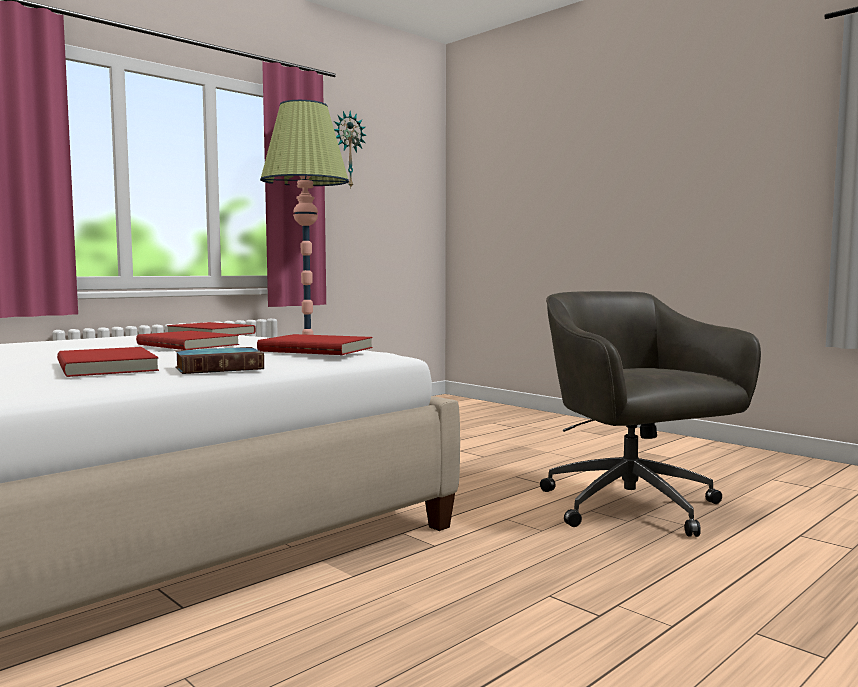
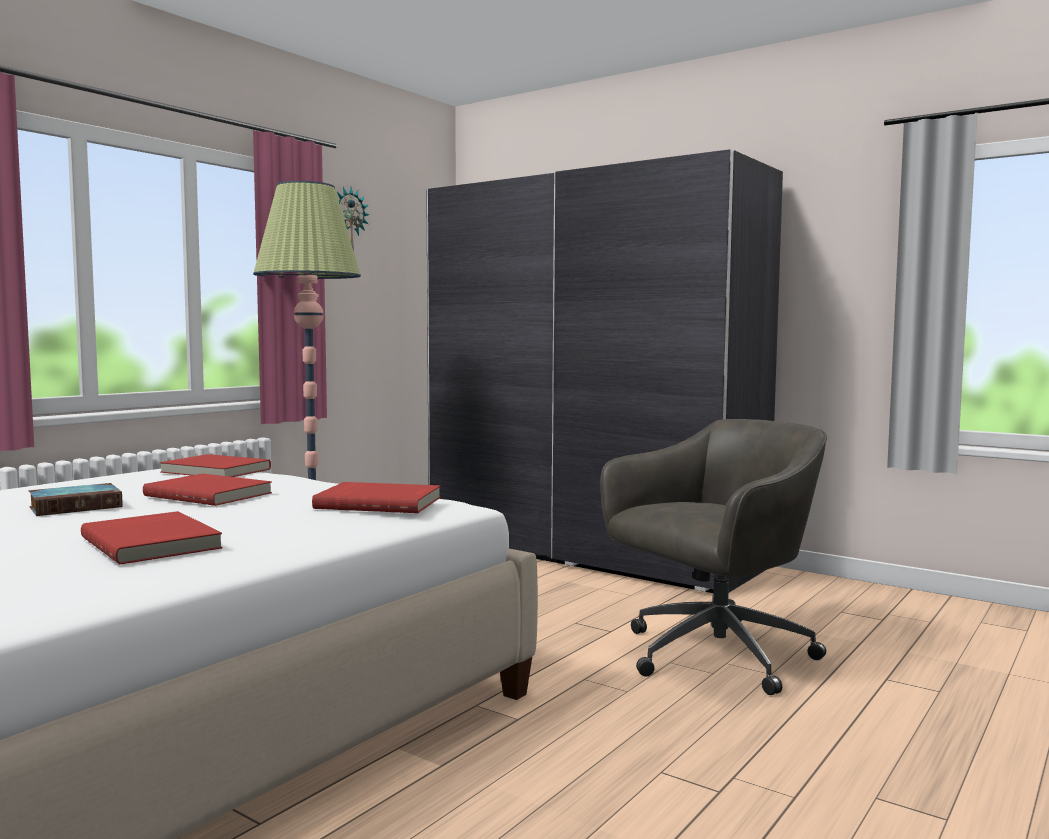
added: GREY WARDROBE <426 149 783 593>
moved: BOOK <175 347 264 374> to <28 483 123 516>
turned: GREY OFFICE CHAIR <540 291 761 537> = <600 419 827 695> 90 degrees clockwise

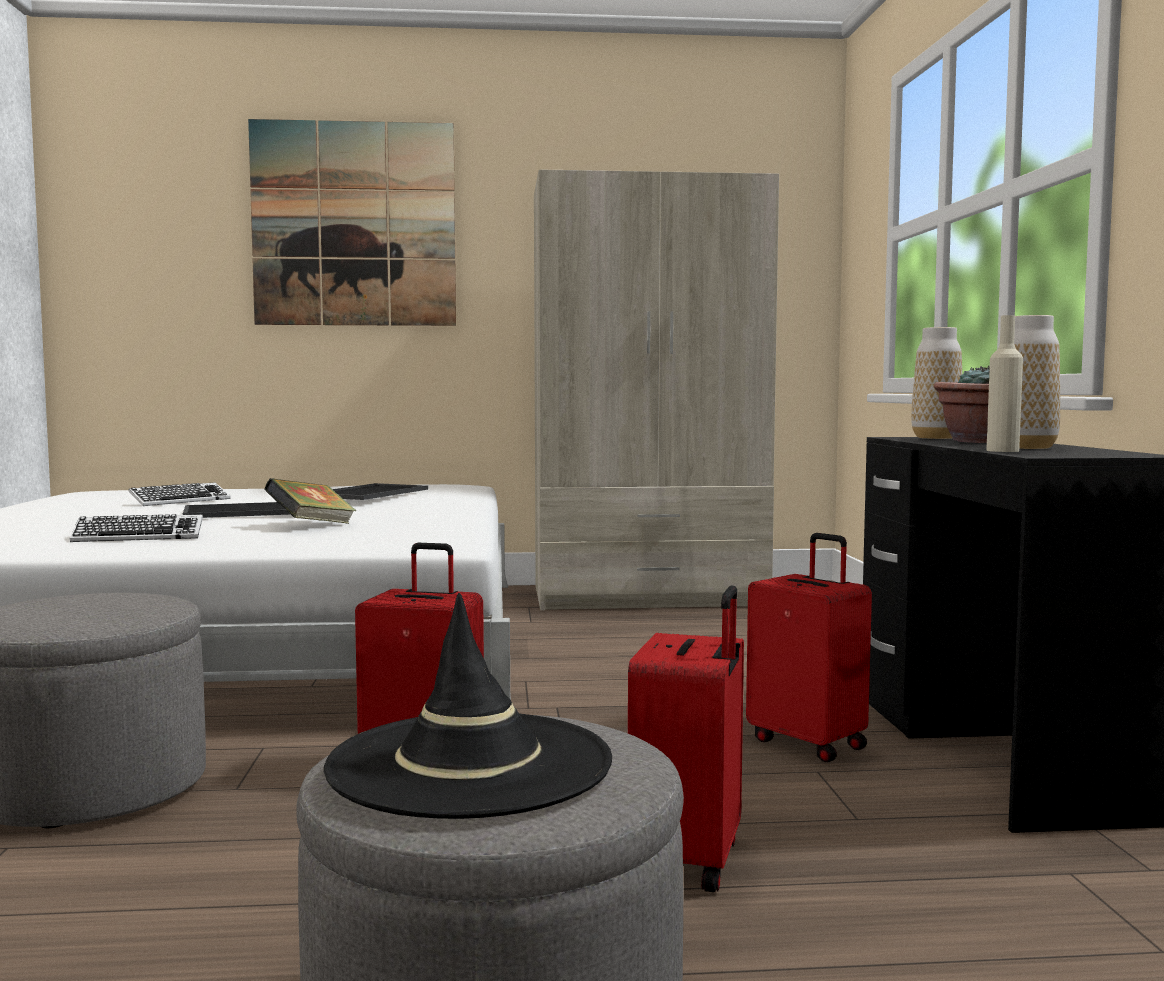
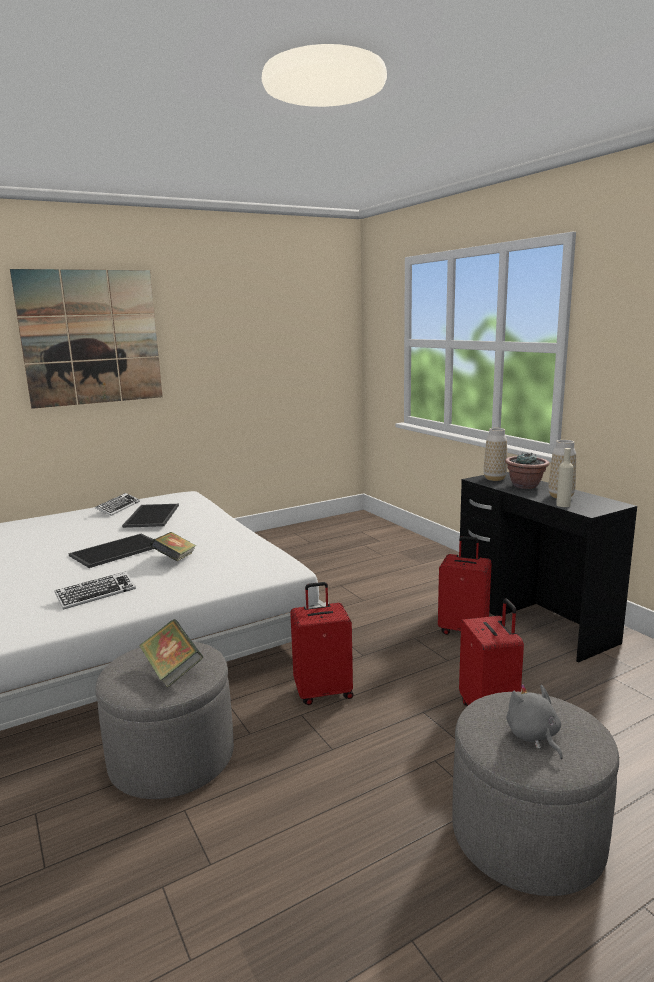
removed: BEIGE WARDROBE <534 169 779 611>
added: BOOK <139 619 203 688>
moved: KEYBOARD <128 482 231 506> to <95 493 140 516>
replaced: BLACK HAT <324 593 612 819> to GREY PLUSH TOY <506 684 562 759>

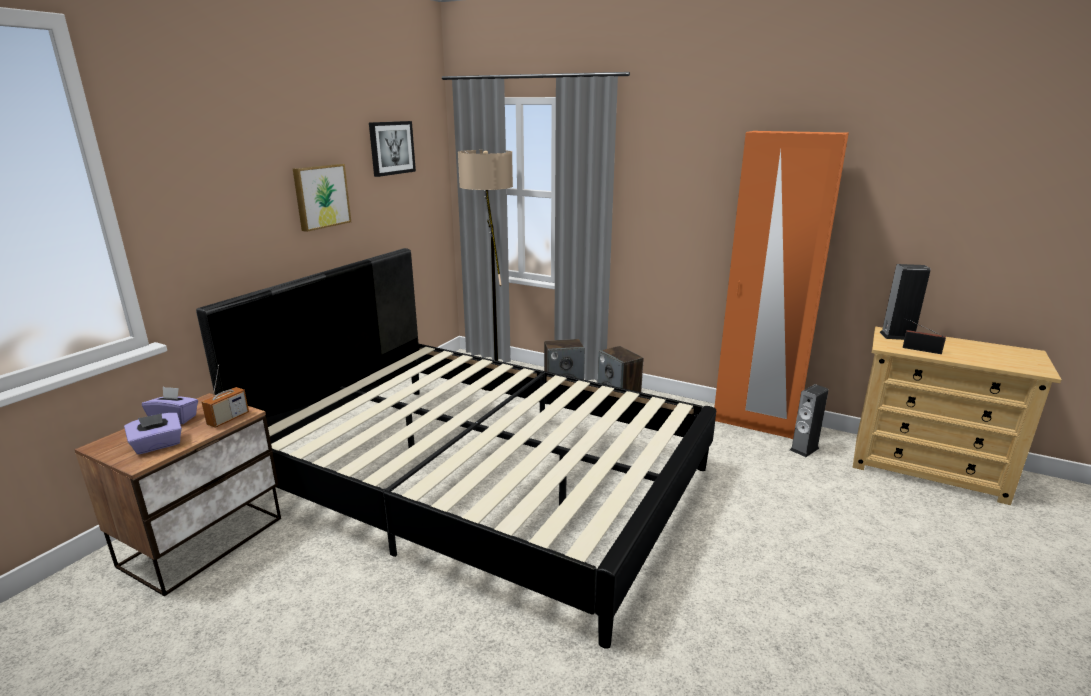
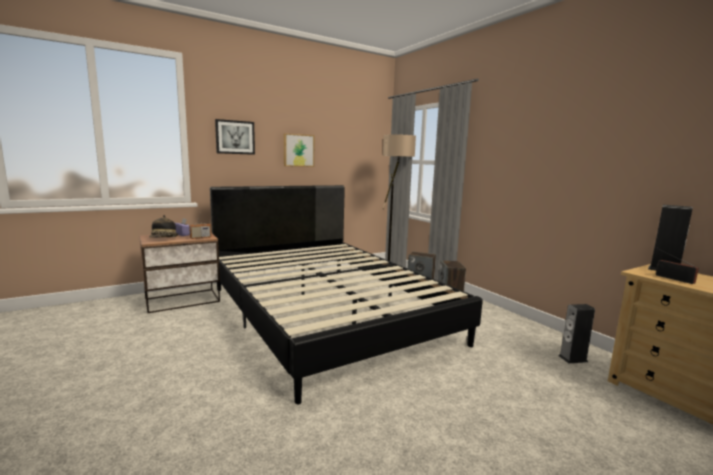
removed: ORANGE WARDROBE <714 131 849 439>
moved: PICTURE <369 121 416 177> to <215 119 255 155>
replaced: PURPLE TISSUE BOX <124 413 182 455> to HAT <149 215 178 238>

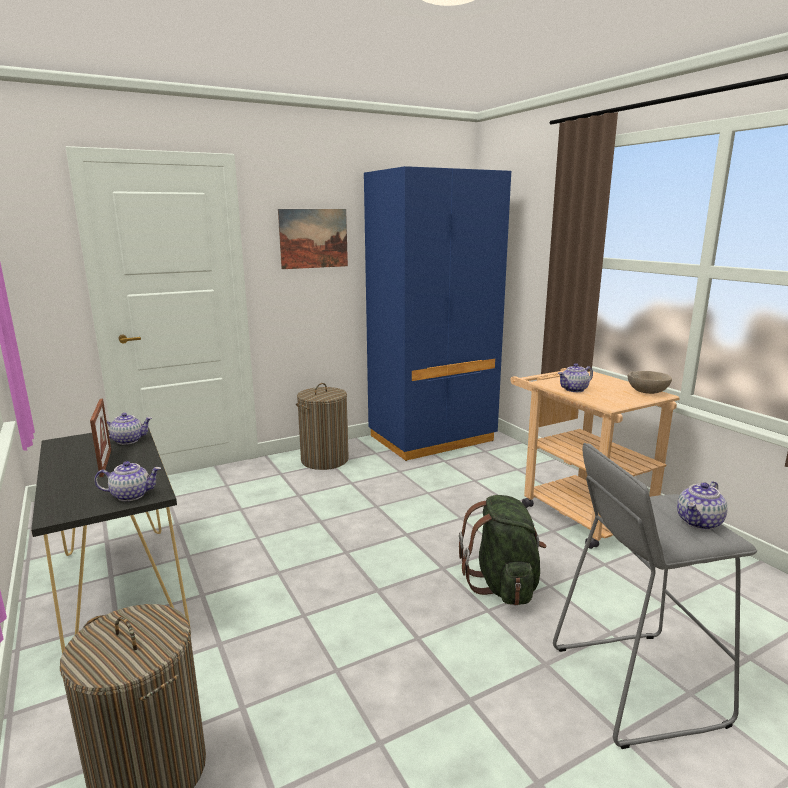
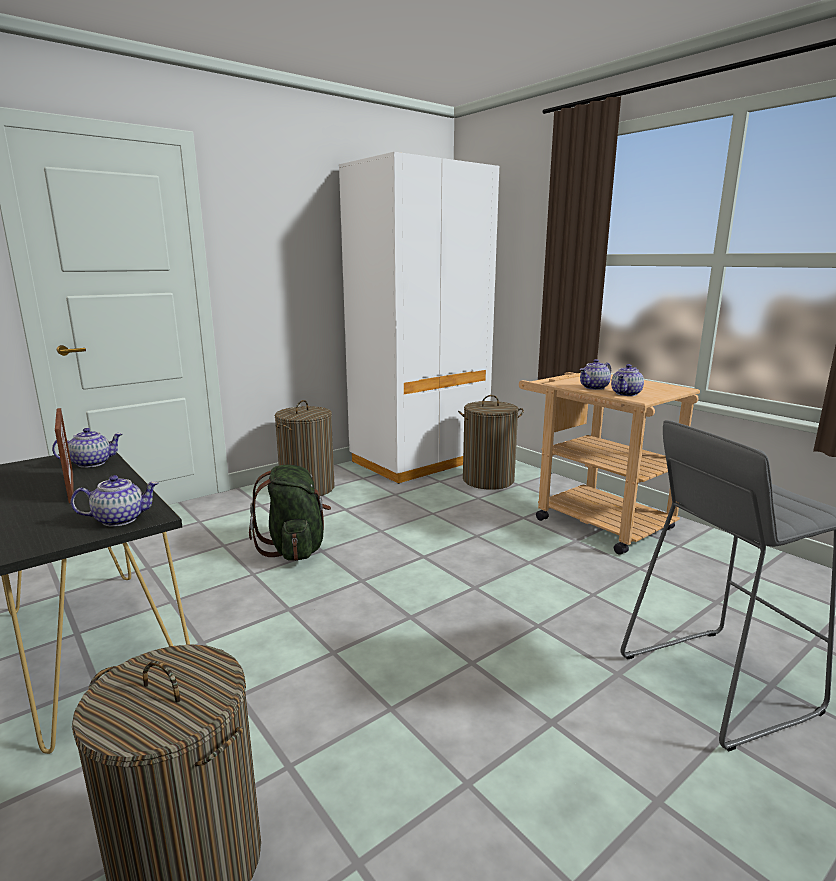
removed: PICTURE <278 209 348 269>; BEIGE BOWL <628 371 672 394>
added: LAUNDRY BASKET <458 395 524 490>
moved: GREEN BACKPACK <459 495 547 606> to <249 465 331 561>; TEAPOT <677 481 728 530> to <611 364 644 396>
recoloured: BLUE WARDROBE <364 166 511 461> to WHITE WARDROBE <339 152 499 484>

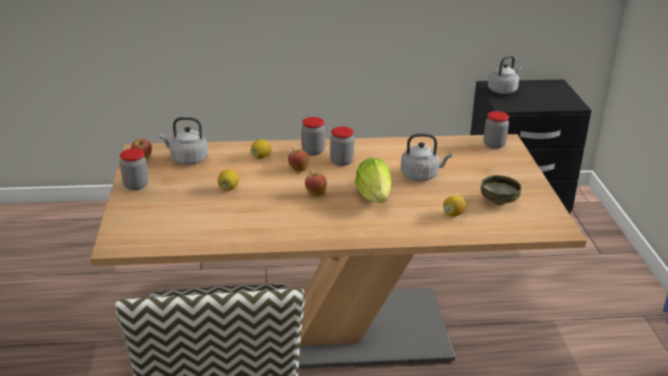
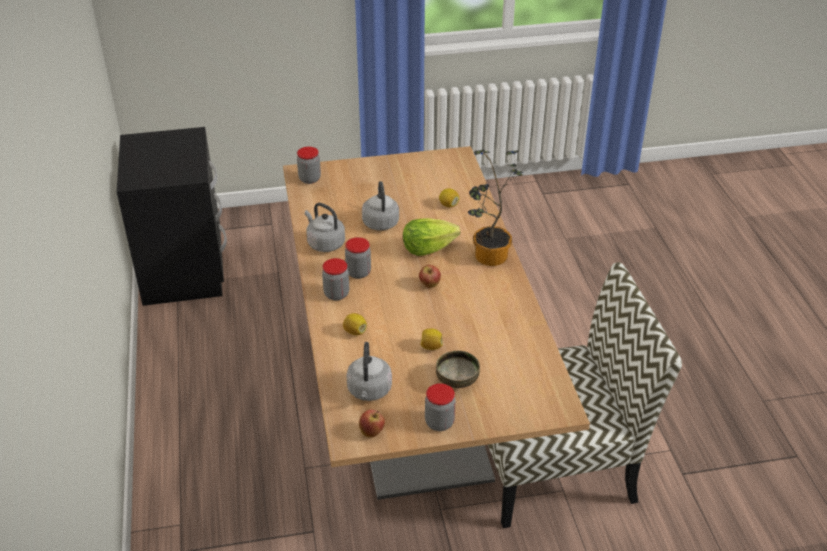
removed: APPLE <288 148 309 172>
added: POTTED PLANT <468 150 524 266>
moved: BOWL <481 175 521 205> to <436 351 480 388>; GREY KETTLE <488 55 522 94> to <305 203 345 252>

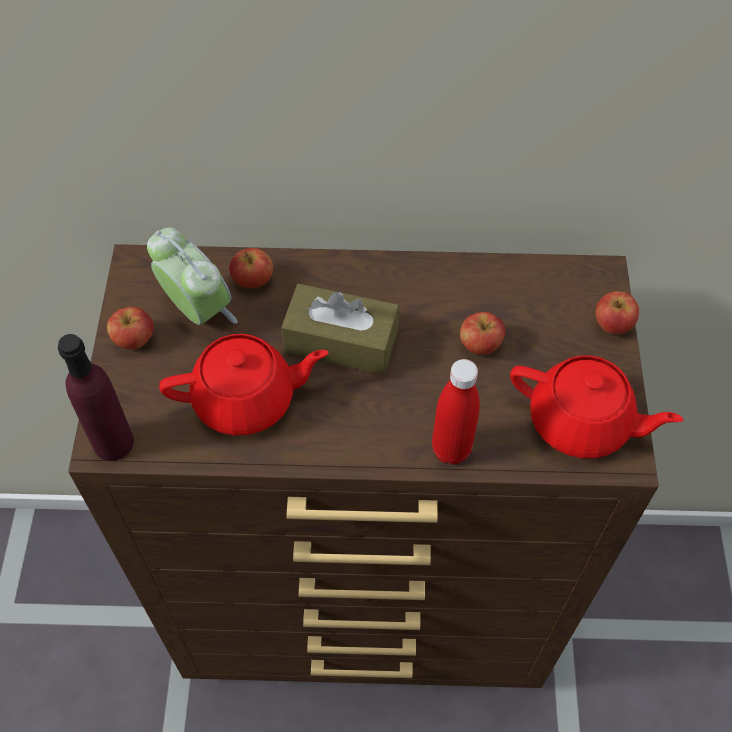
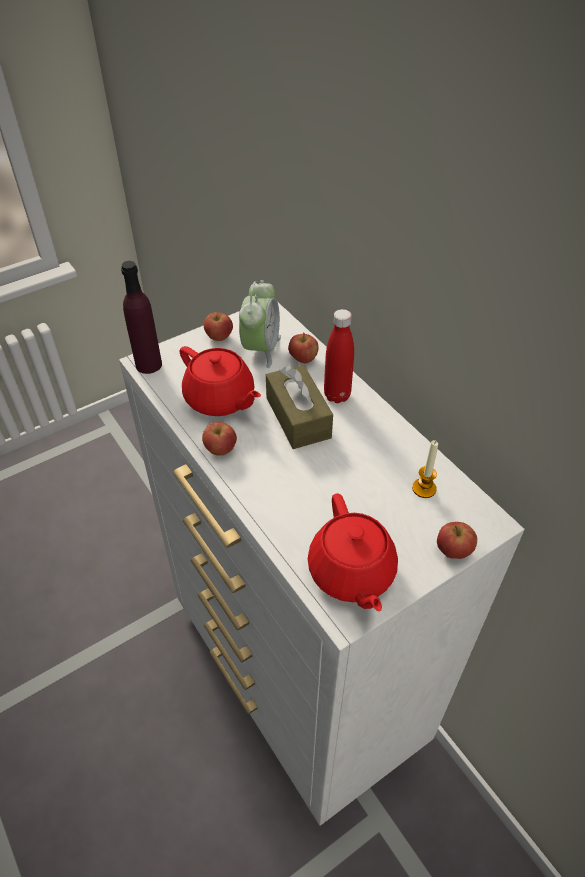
added: CANDLE <412 440 438 498>
moved: RED BOTTLE <432 359 480 465> to <324 309 354 403>; APPLE <460 312 505 355> to <202 422 237 456>
recoloured: BROWN DRESSER <68 244 659 688> to WHITE DRESSER <119 303 524 826>

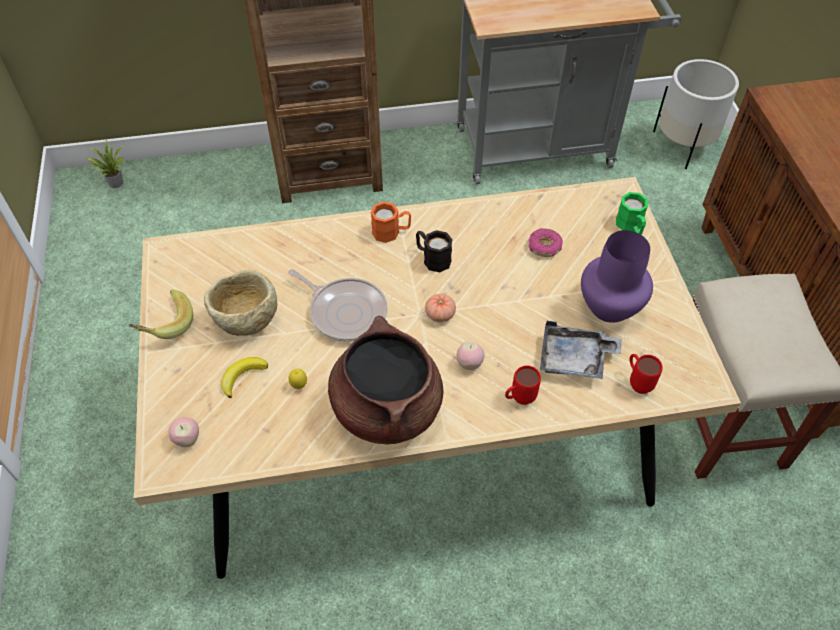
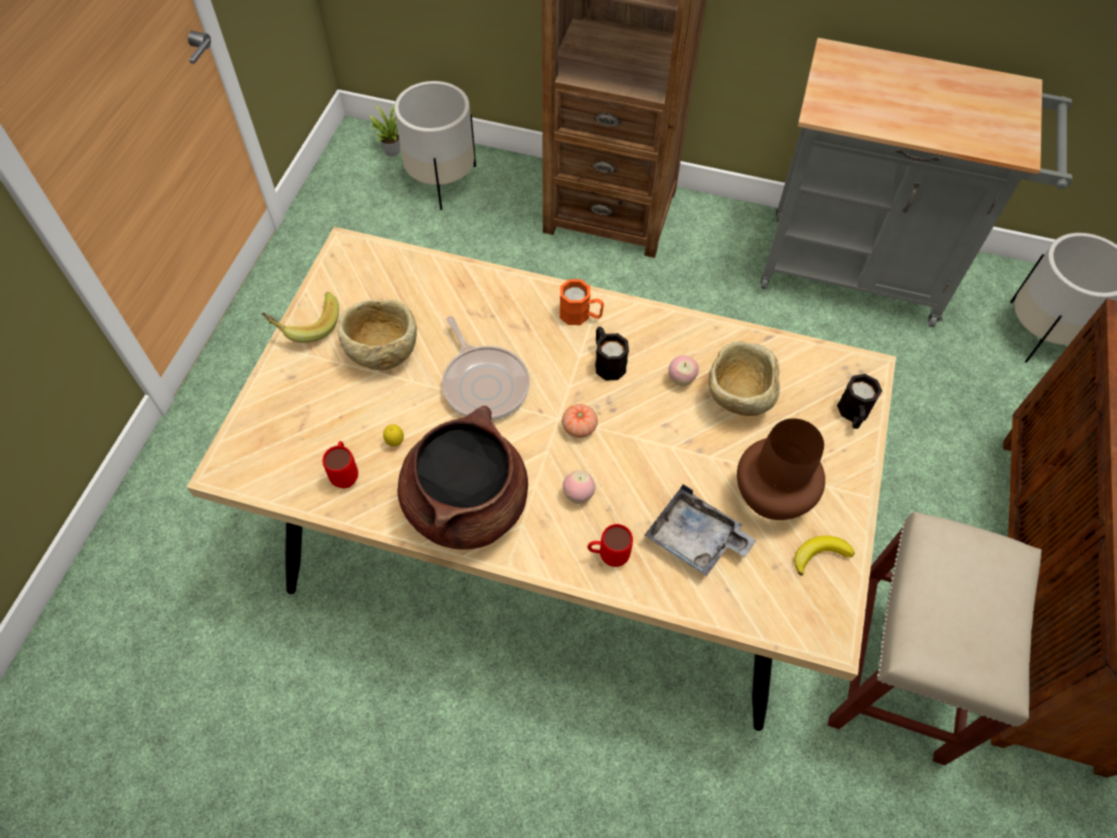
added: WHITE PLANTER <394 81 476 210>
moved: APPLE <169 417 199 447> to <668 355 699 386>; BANANA <221 357 268 398> to <794 535 854 576>; RED MUG <630 354 663 394> to <323 441 358 488>
replaced: DONUT <529 228 563 257> to BEIGE BOWL <708 341 780 416>
recoloured: PURPLE VASE <581 230 653 323> to BROWN VASE <737 418 825 520>; GREEN MUG <616 192 648 234> to BLACK MUG <837 374 882 429>

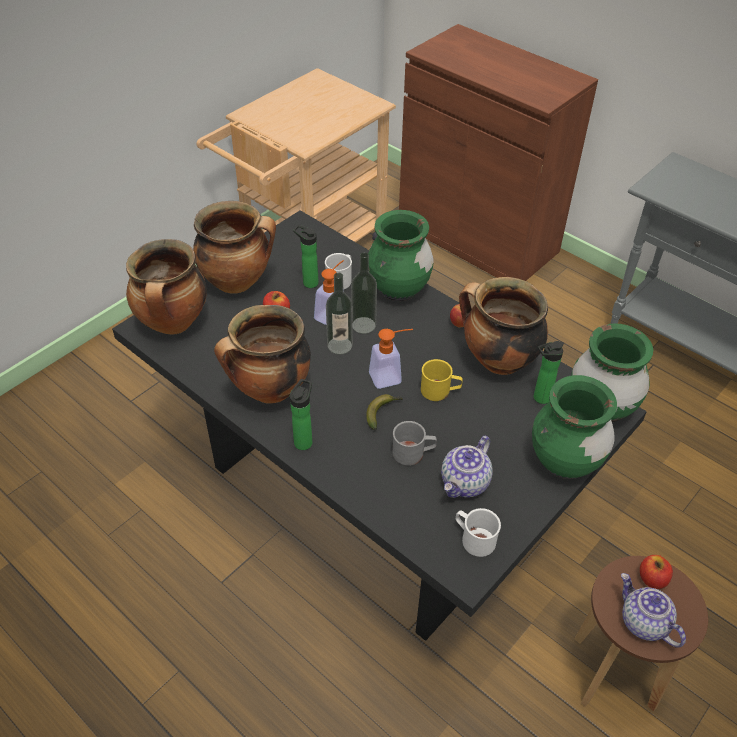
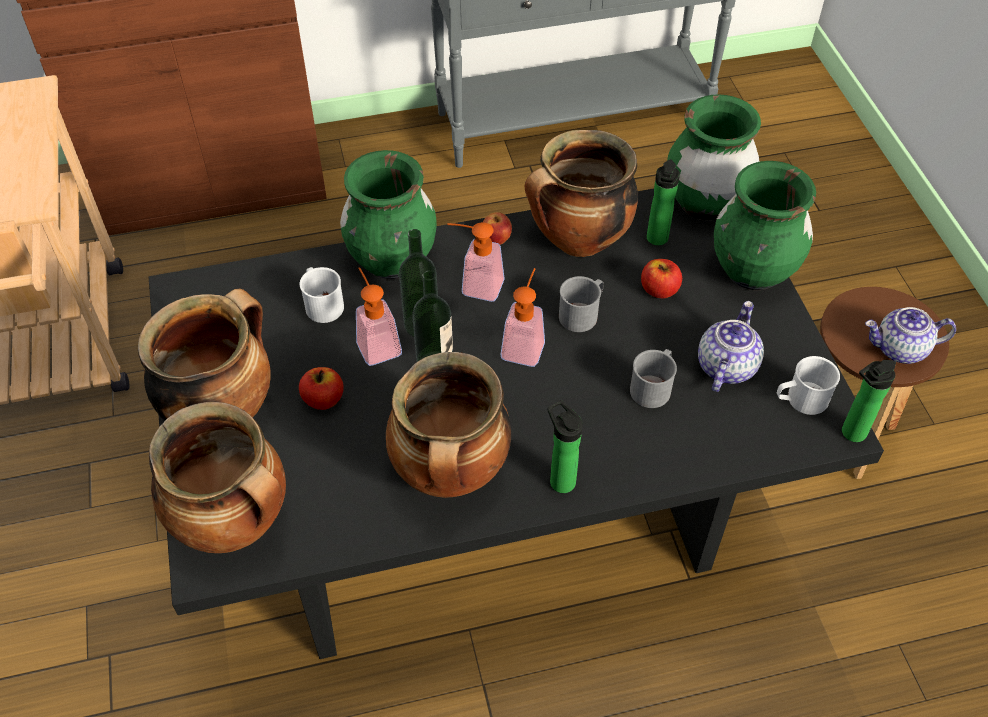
removed: BANANA <366 394 403 430>
added: SOAP DISPENSER <447 222 505 302>
moved: BOTTLE <293 225 319 288> to <842 360 896 442>; APPLE <640 555 673 589> to <641 259 682 298>
recoloured: YELLOW MUG <421 359 463 401> to GREY MUG <559 276 604 332>
turned: TEAPOT <441 436 493 498> = <698 301 764 392> 135 degrees counterclockwise

